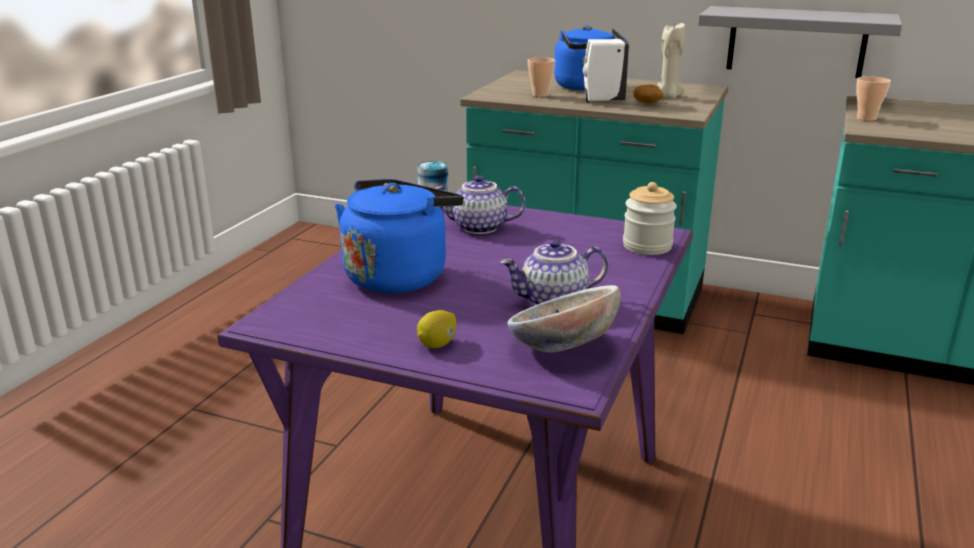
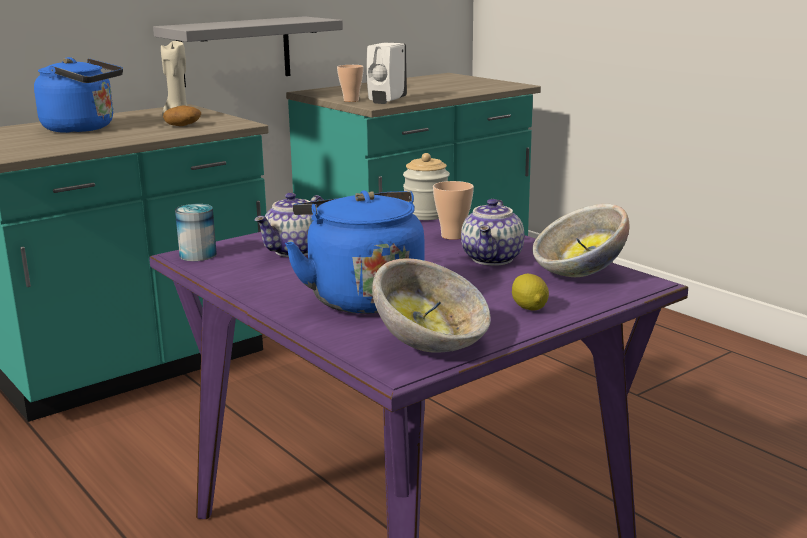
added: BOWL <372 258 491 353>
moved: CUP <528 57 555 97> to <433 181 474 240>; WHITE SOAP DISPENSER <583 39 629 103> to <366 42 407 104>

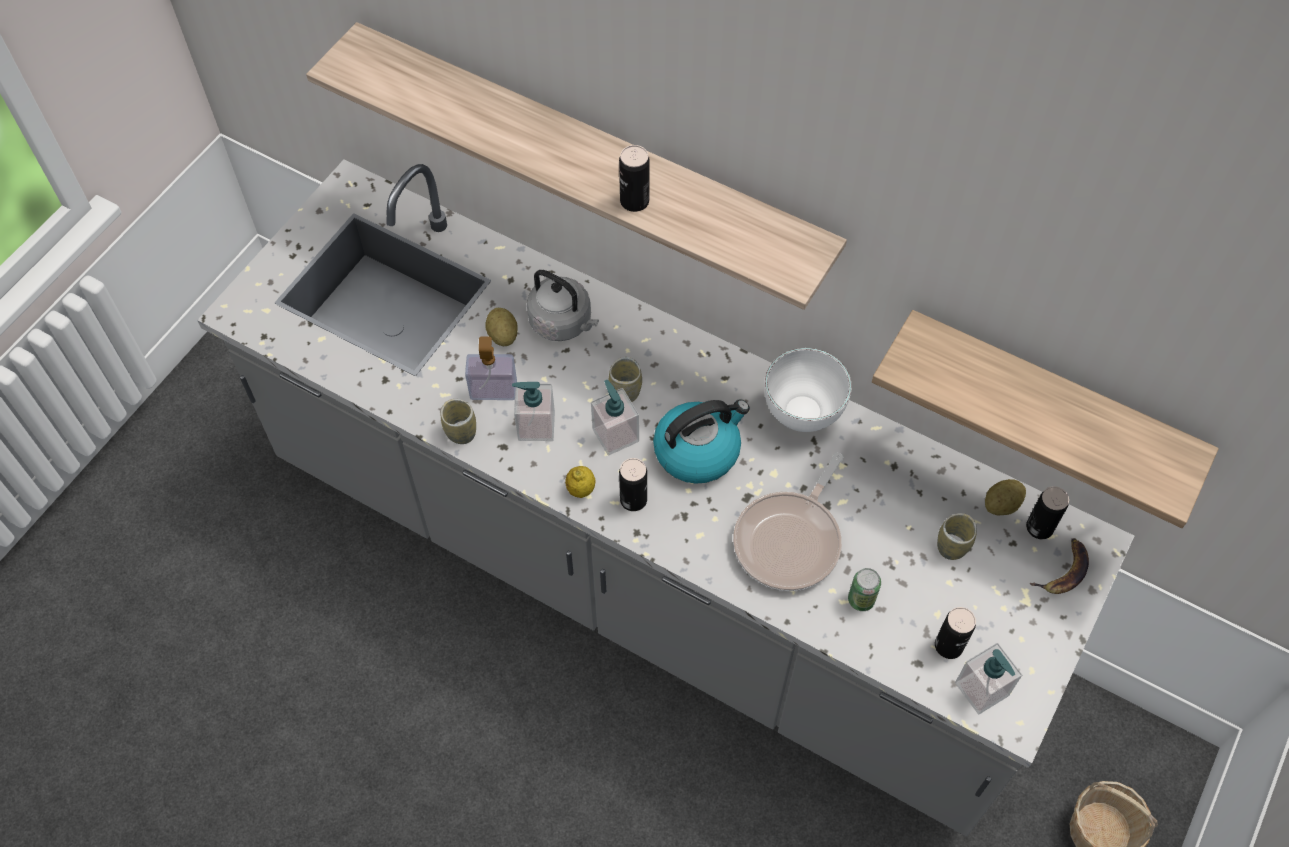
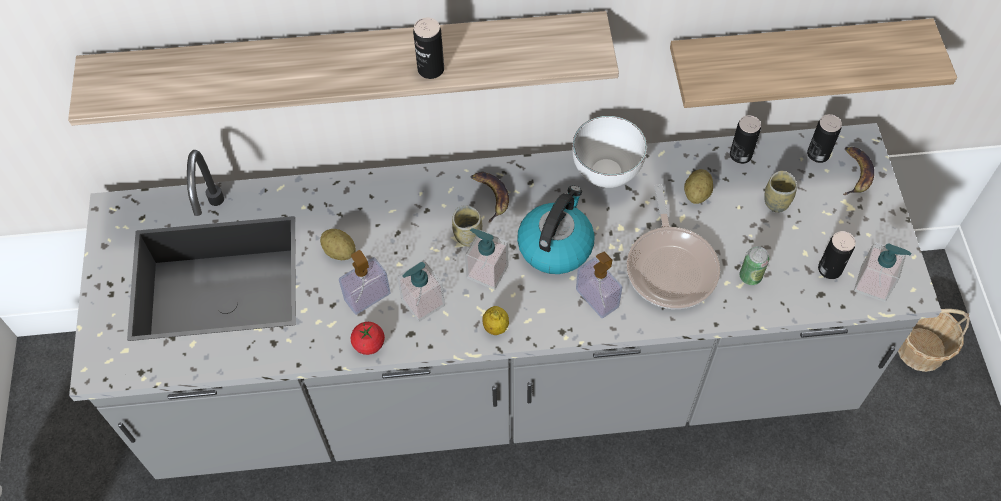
removed: GREY KETTLE <527 270 599 341>
added: BANANA <471 172 509 223>; SOAP DISPENSER <576 252 622 318>
moved: CAN <619 458 647 511> to <730 115 761 164>; POTATO <985 479 1026 515> to <684 169 713 204>
replaced: CUP <441 399 476 444> to TOMATO <351 322 385 355>

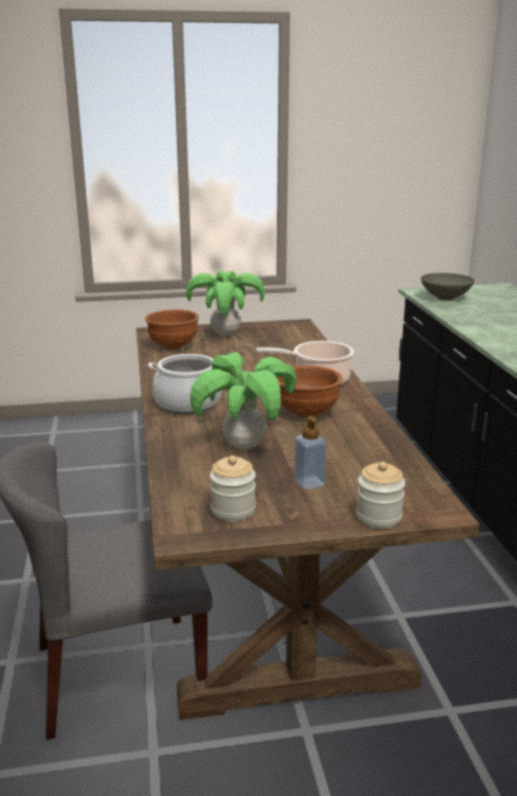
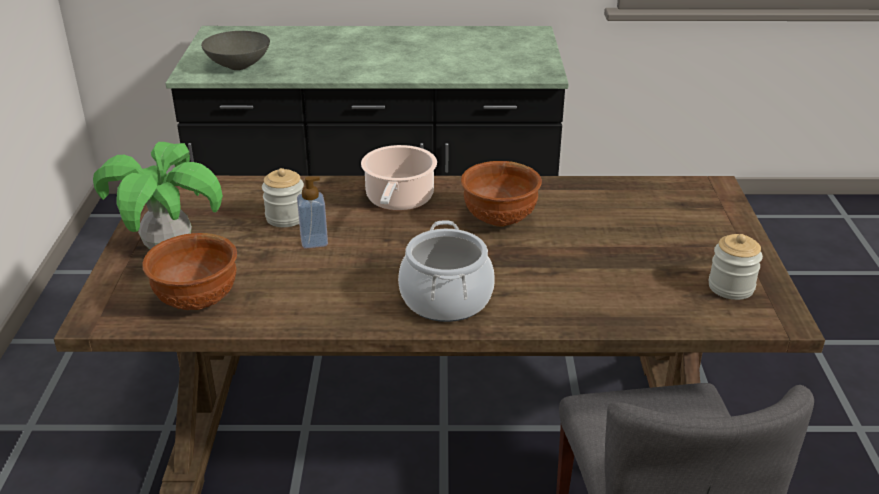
removed: POTTED PLANT <190 352 296 450>
moved: SOAP DISPENSER <294 416 326 490> to <297 177 328 249>; JAR <356 462 405 529> to <262 168 304 227>

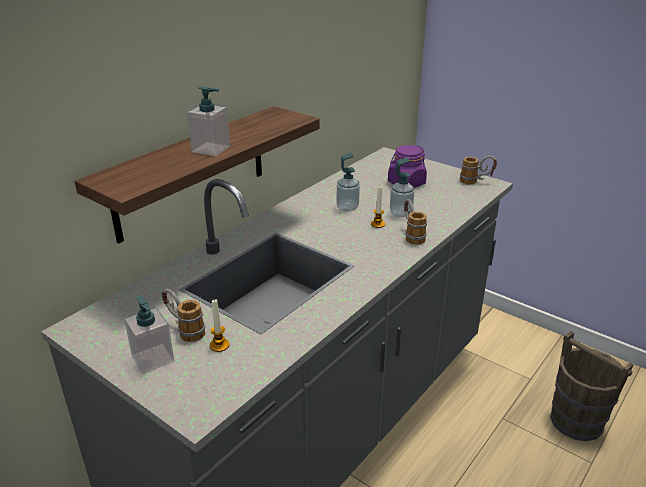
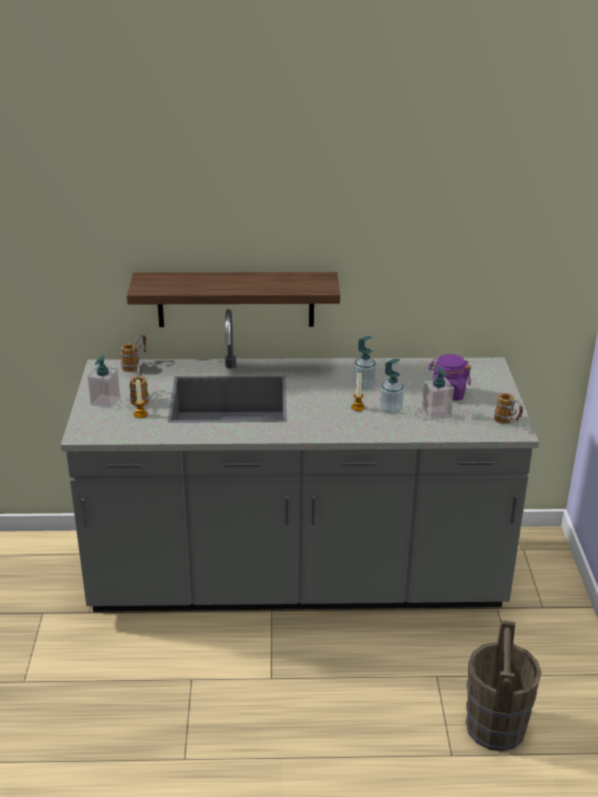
moved: SOAP DISPENSER <187 86 230 156> to <422 367 454 420>; MUG <404 199 427 245> to <120 334 146 372>

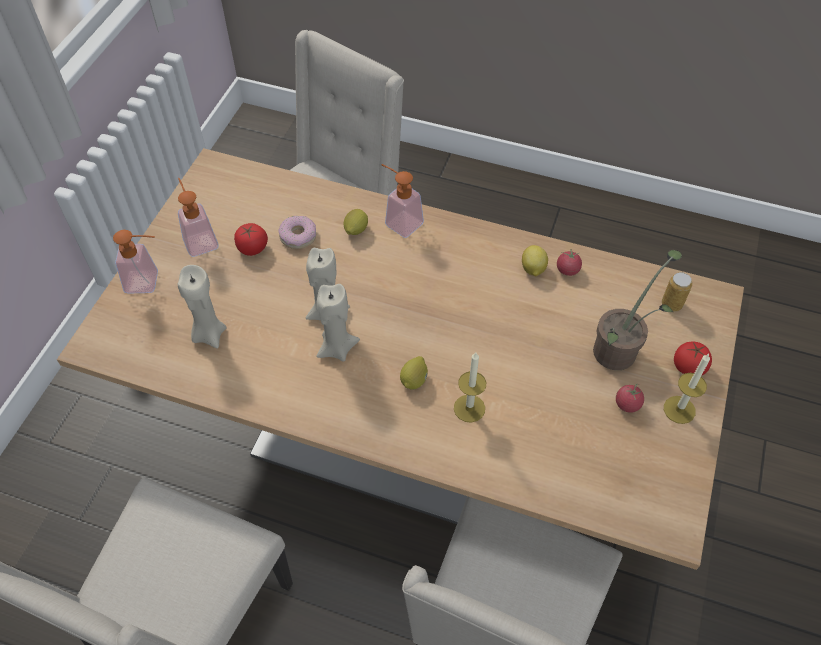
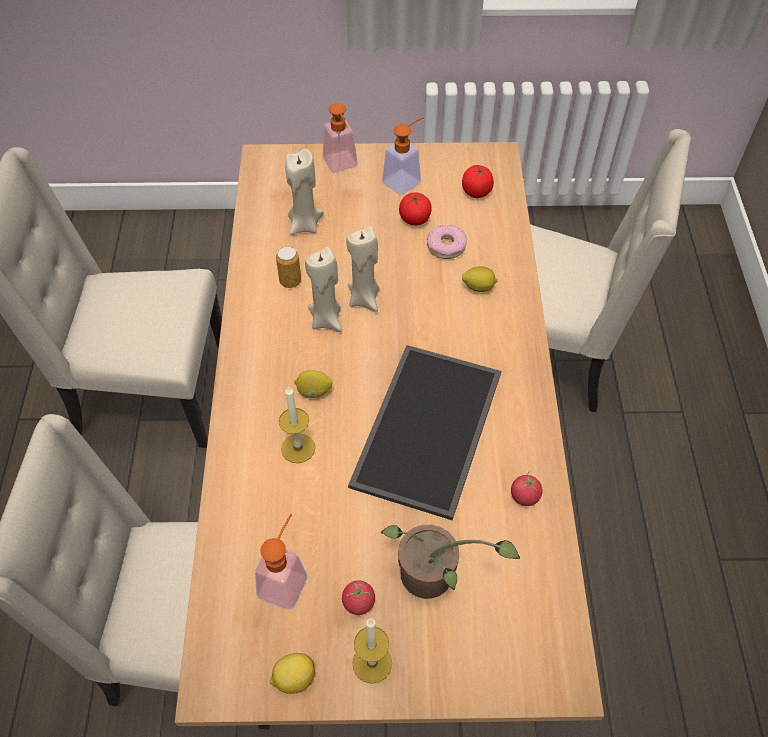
added: TRAY <348 345 501 520>
moved: SOAP DISPENSER <381 164 424 238> to <255 514 307 609>; LEMON <522 245 548 276> to <270 653 315 694>; CAN <662 272 692 312> to <276 246 301 288>; TOMATO <674 341 712 375> to <462 165 494 198>

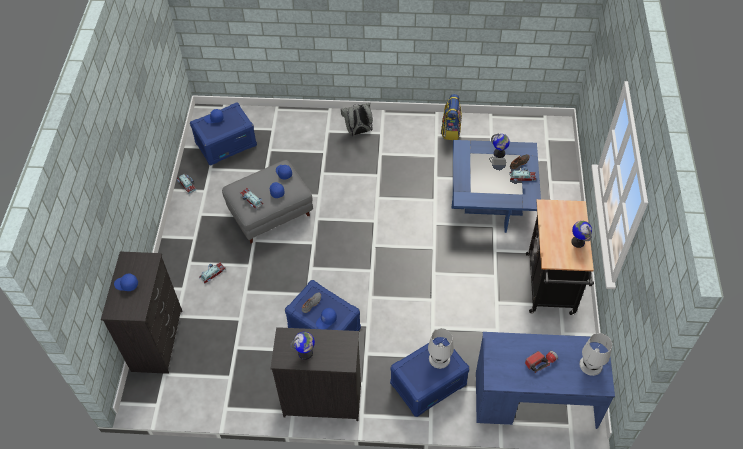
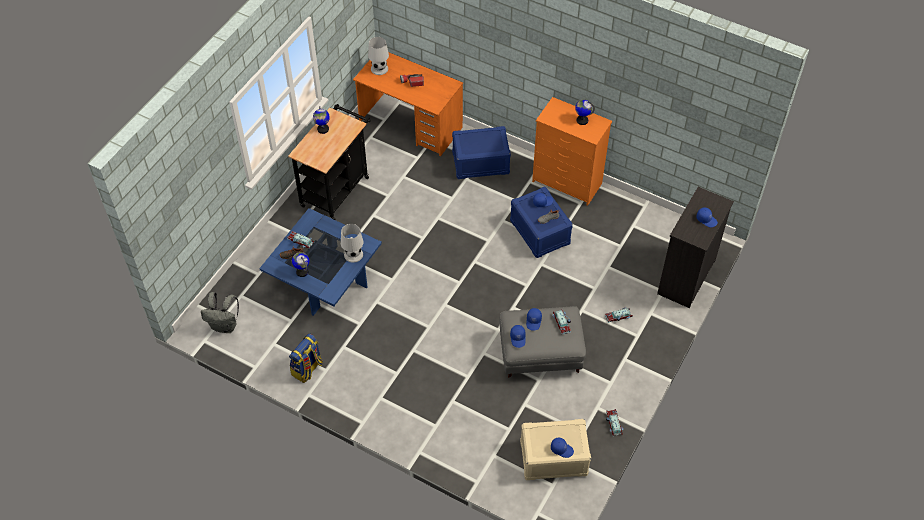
moved: GREY BACKPACK <341 103 373 136> to <201 292 239 333>; WHITE TABLE LAMP <428 328 454 369> to <341 224 363 263>
recoloured: BLUE STORAGE BOX <190 102 257 165> to BEIGE STORAGE BOX <520 419 591 480>; BLACK DRESSER <271 327 361 421> to ORANGE DRESSER <532 97 612 206>; BLUE DESK <476 332 615 429> to ORANGE DESK <353 52 463 157>

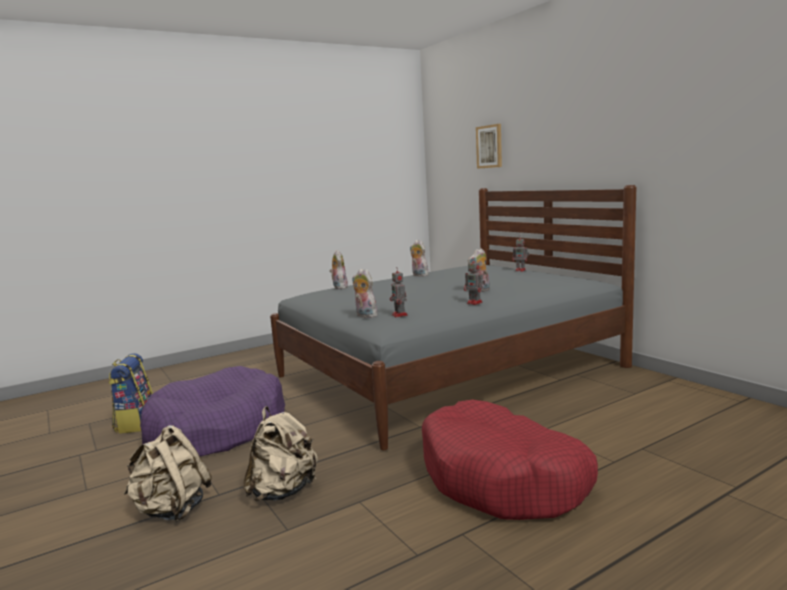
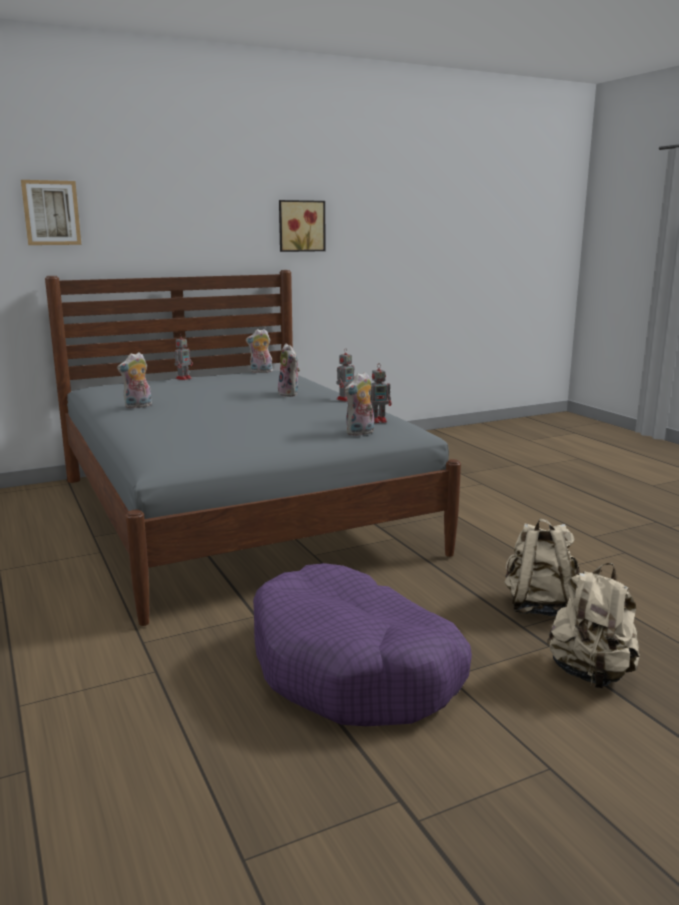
removed: BACKPACK <108 353 153 434>; RED DOG BED <422 400 598 520>
added: PICTURE <279 200 326 252>
moved: PLUSH TOY <329 250 348 289> to <246 329 273 373>

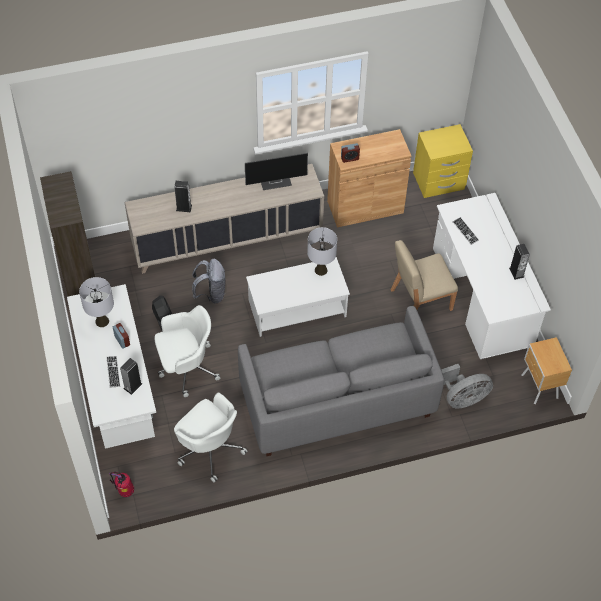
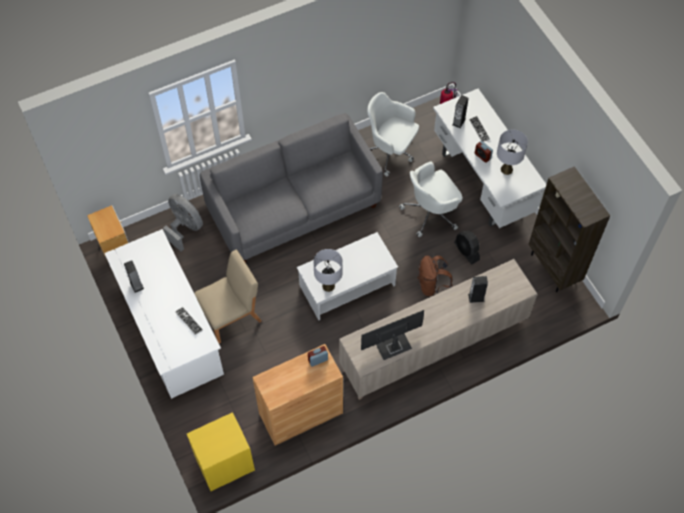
recoloured: GREY BACKPACK <192 259 226 303> to BROWN BACKPACK <418 255 452 296>
turned: GREY FAN <441 364 493 408> = <163 194 203 252> 75 degrees clockwise

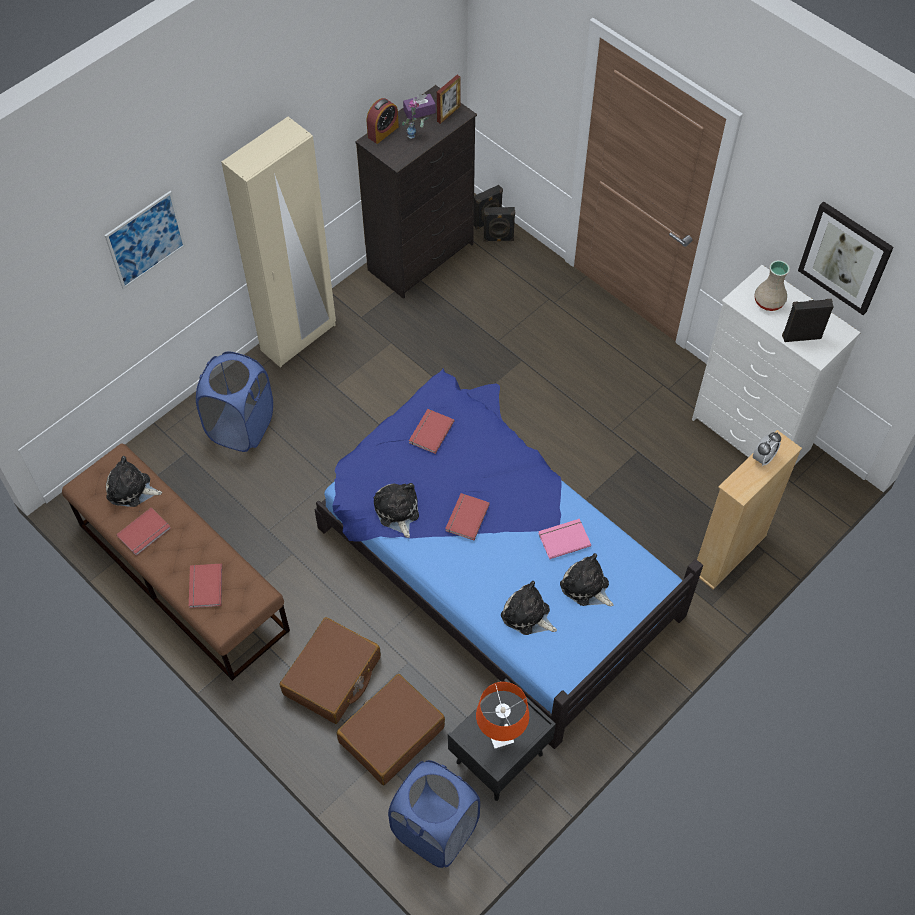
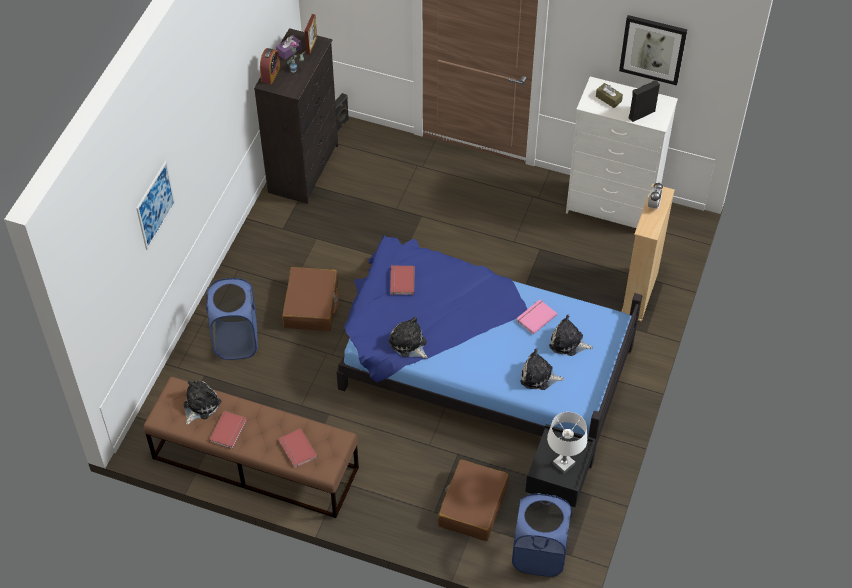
removed: BEIGE WARDROBE <221 117 336 368>; RED BOOK <445 493 490 540>; BLACK SPEAKER <483 207 515 242>
moved: BROWN SUITCASE <279 617 381 724> to <282 267 339 331>
replaced: BEIGE VASE <755 260 790 311> to BROWN TISSUE BOX <596 83 623 108>
recoloured: ORANGE TABLE LAMP <476 682 529 751> to WHITE TABLE LAMP <547 412 587 474>
turned: PLUSH TOY <106 456 162 507> = <183 381 221 425> 135 degrees clockwise

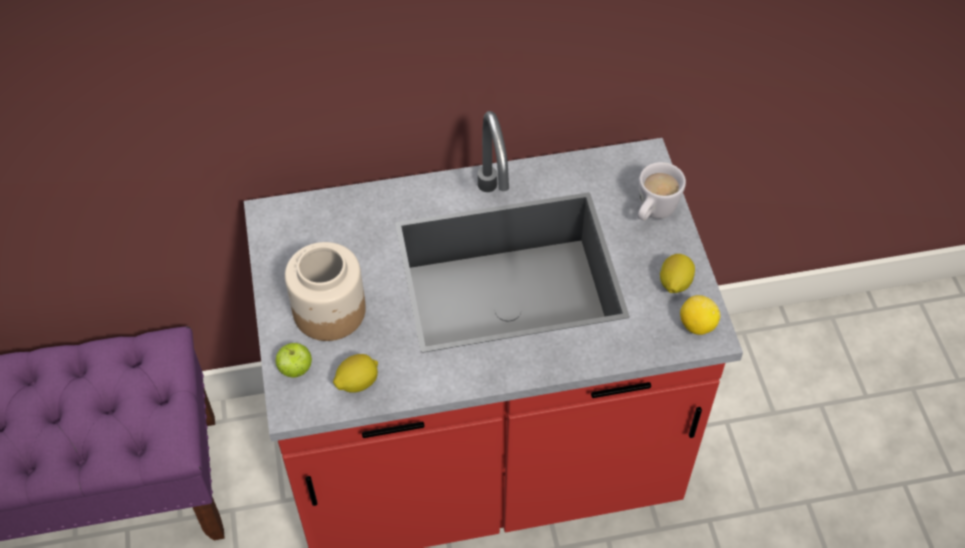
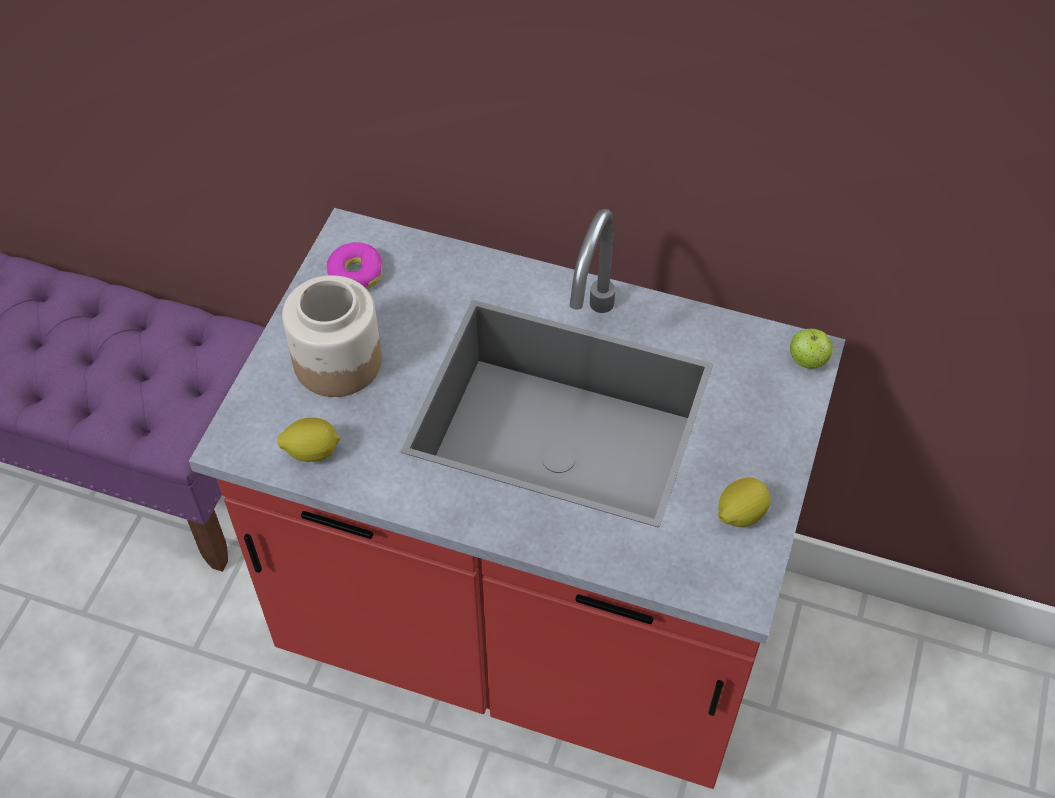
removed: WHITE MUG <638 162 686 221>; LEMON <680 295 720 335>
added: DONUT <327 242 383 289>
moved: APPLE <275 343 312 377> to <790 328 833 369>

